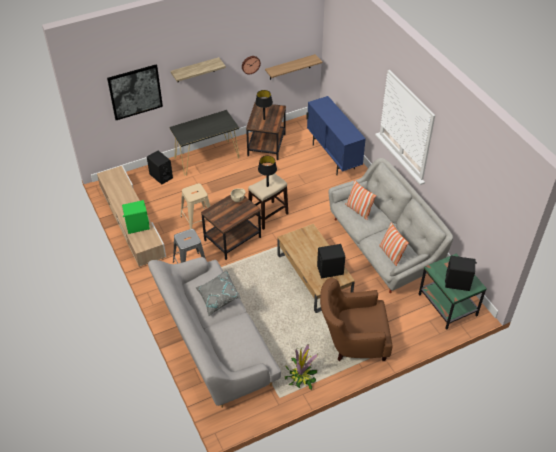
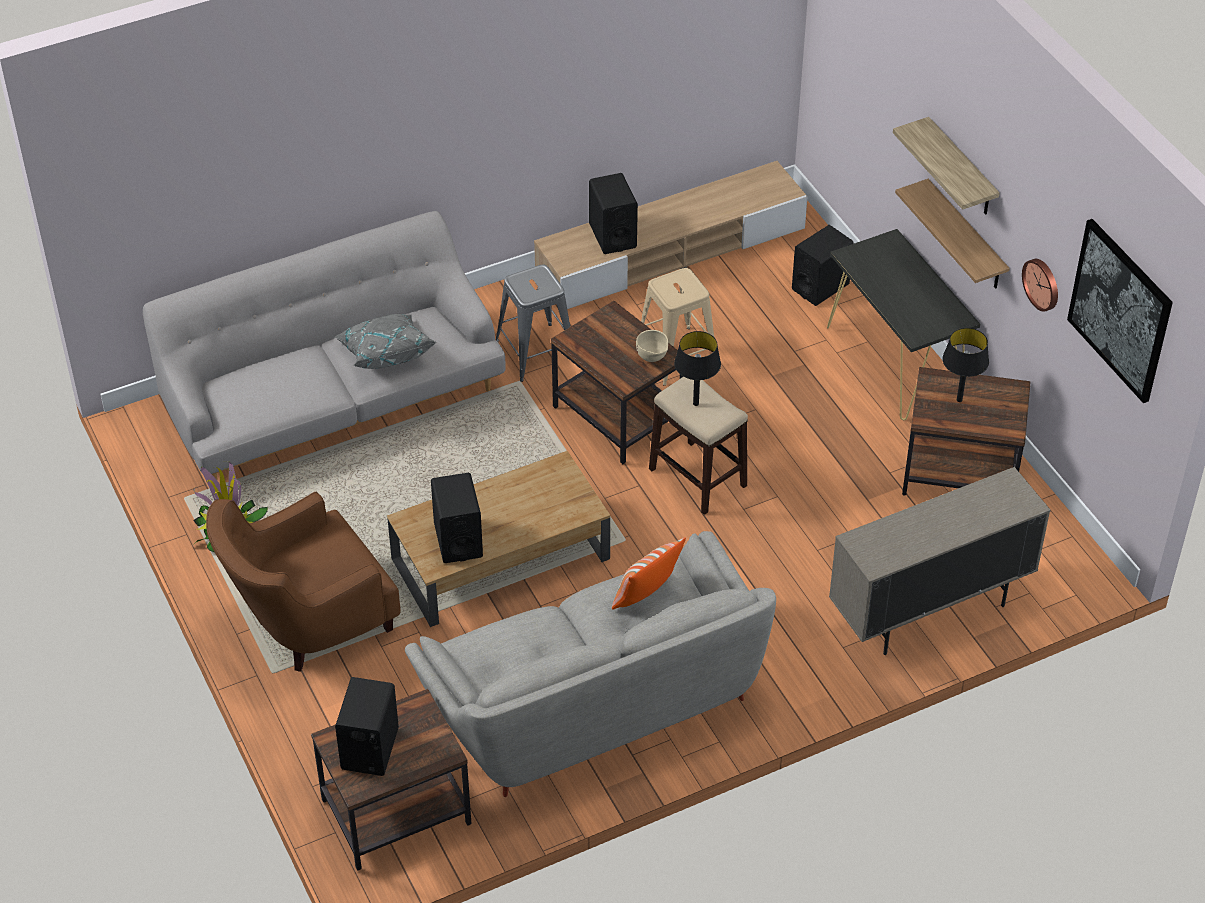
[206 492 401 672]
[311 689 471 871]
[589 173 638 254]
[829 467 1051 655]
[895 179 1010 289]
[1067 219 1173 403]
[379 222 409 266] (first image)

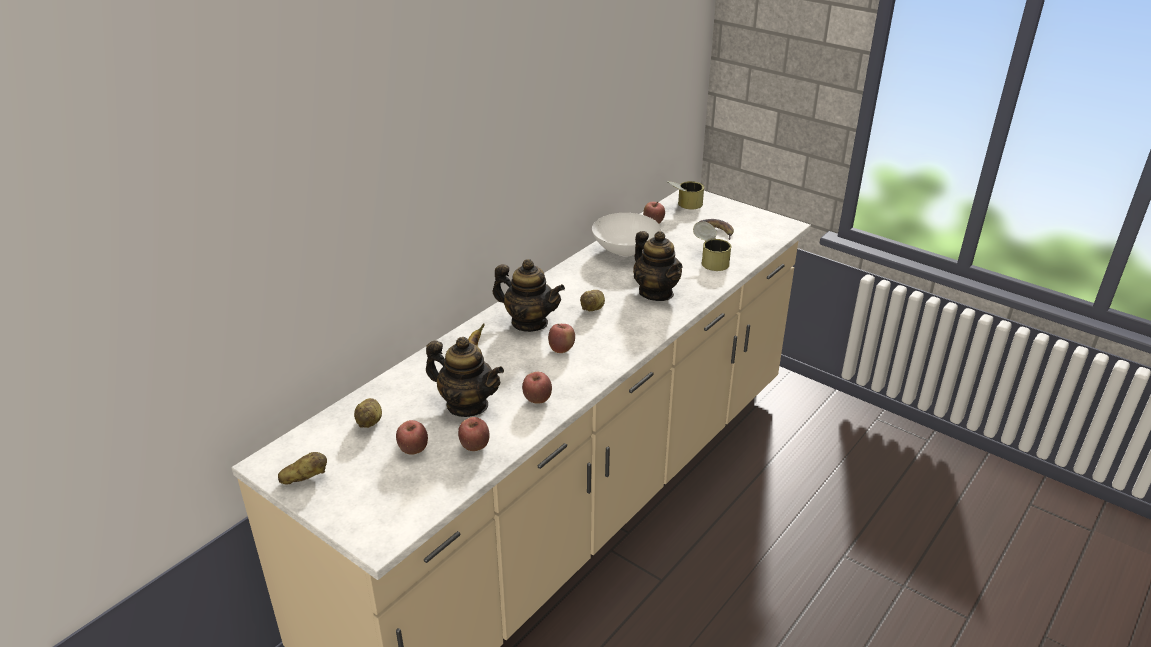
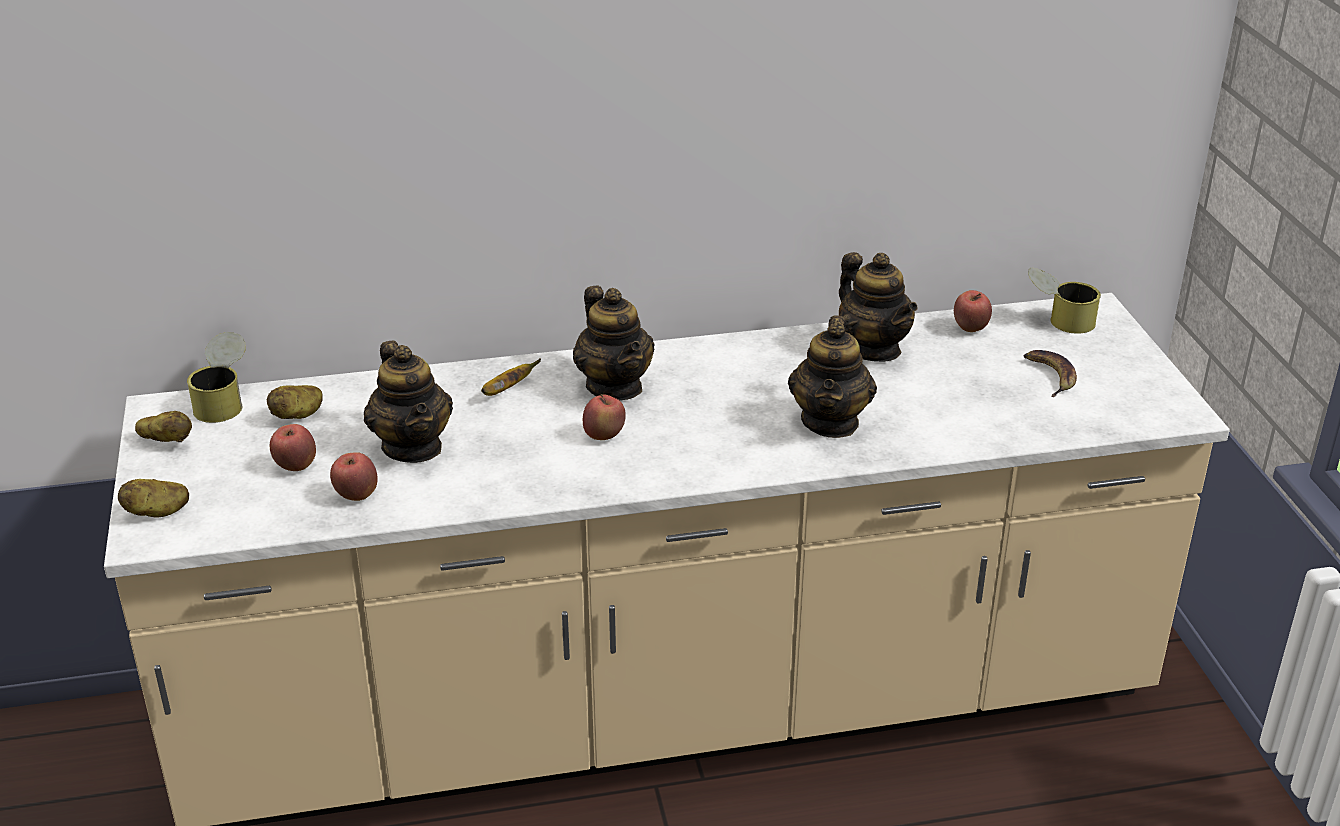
[118 479 189 518]
[187 332 246 423]
[839 252 918 362]
[522 372 552 404] (first image)

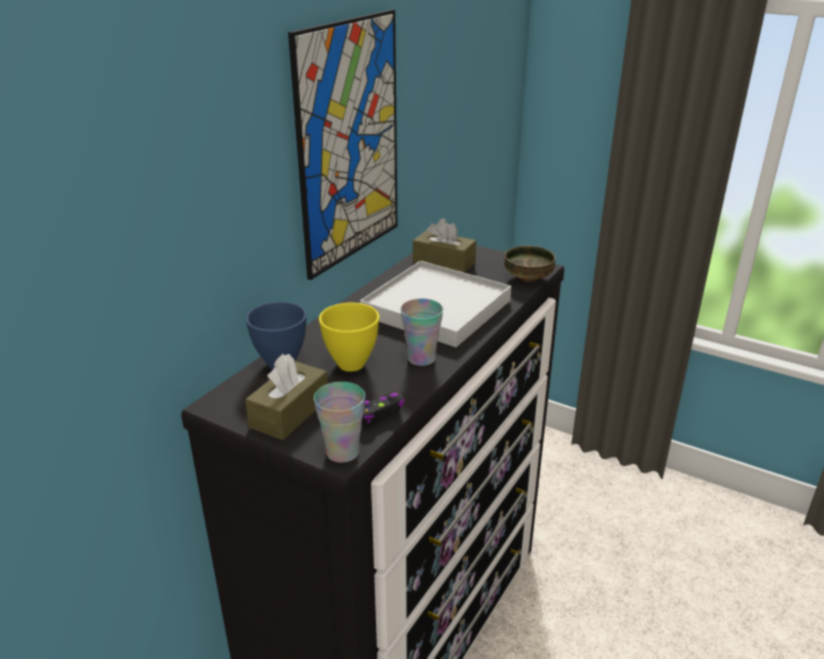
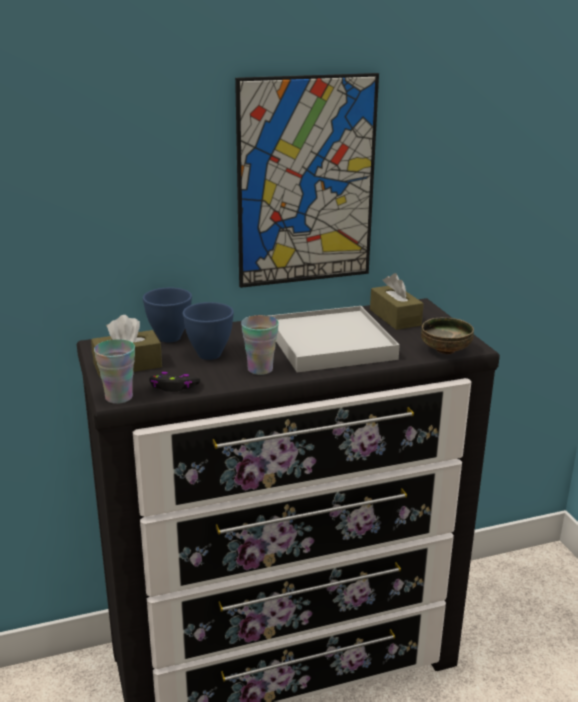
[182 302 234 360]

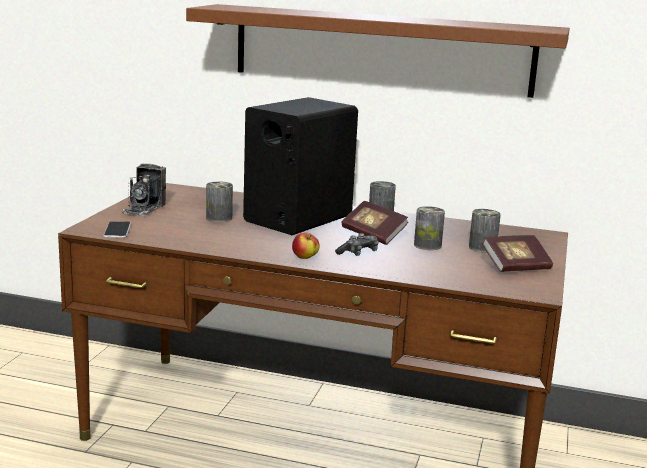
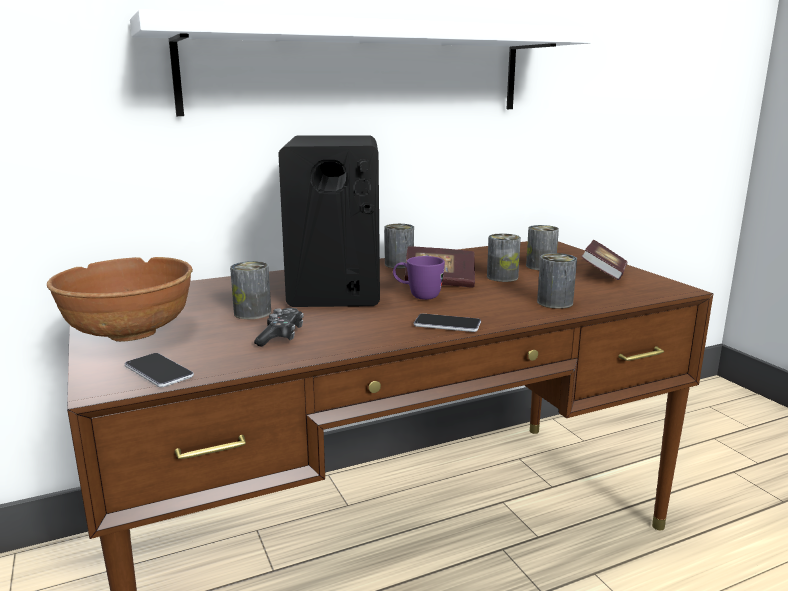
[47 257 193 342]
[130 9 593 116]
[254 308 303 347]
[393 256 445 300]
[414 314 481 332]
[537 253 577 309]

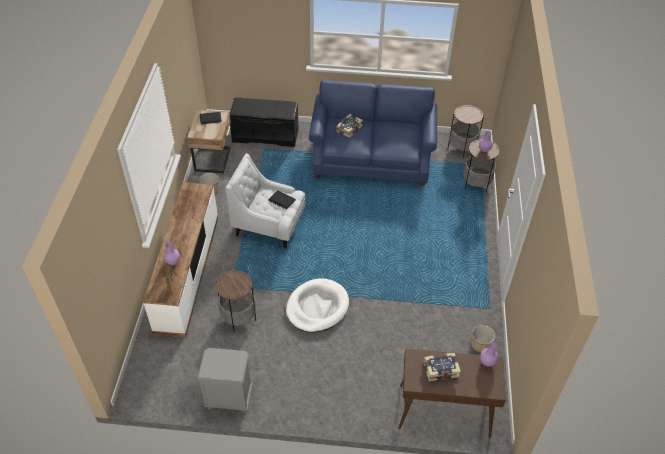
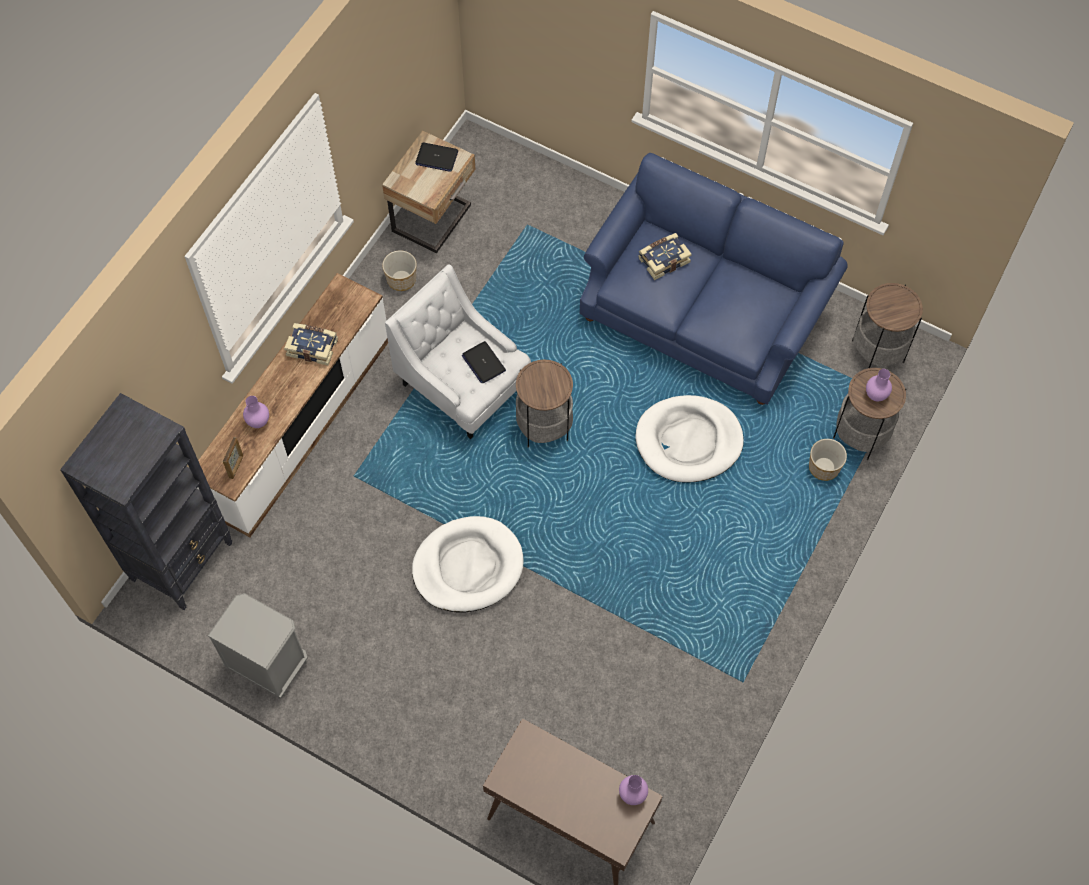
[60 393 232 610]
[284 323 338 365]
[516 360 573 448]
[635 395 744 483]
[809 439 847 481]
[230 97 298 147] (first image)

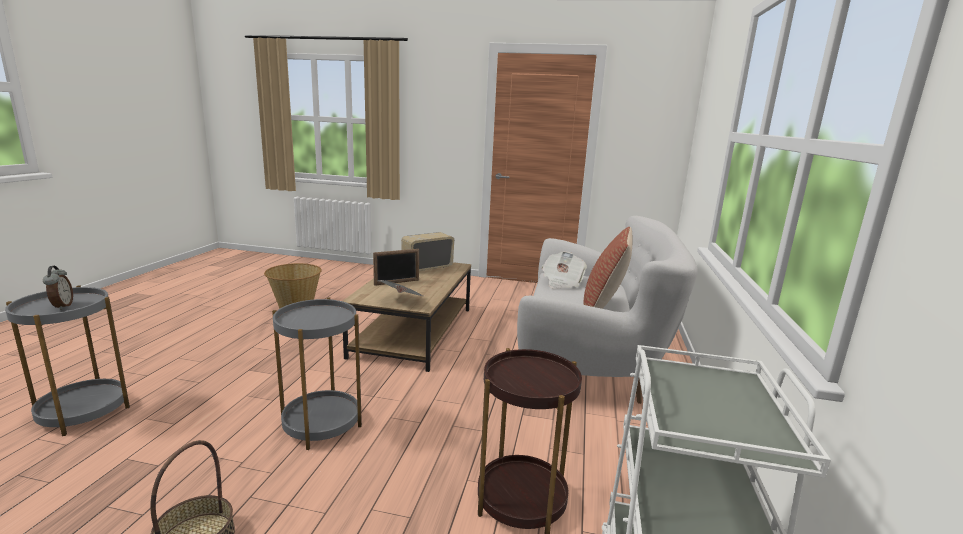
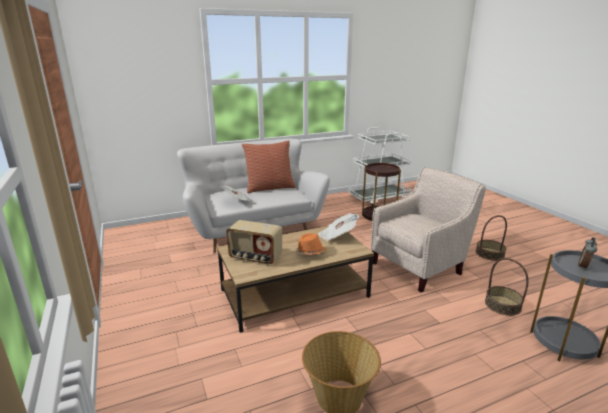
[295 233 326 255]
[371 168 486 292]
[485 258 529 316]

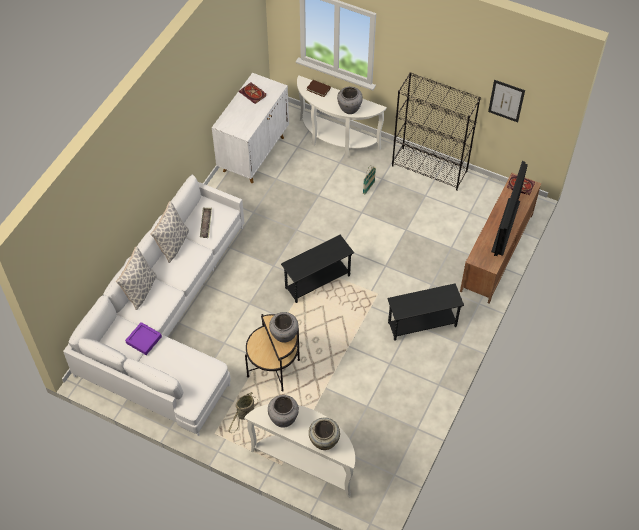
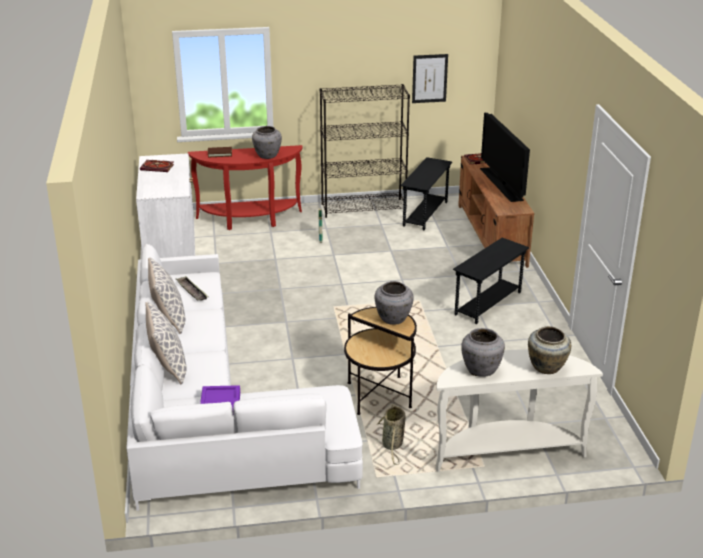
[188 145 303 230]
[401 157 452 230]

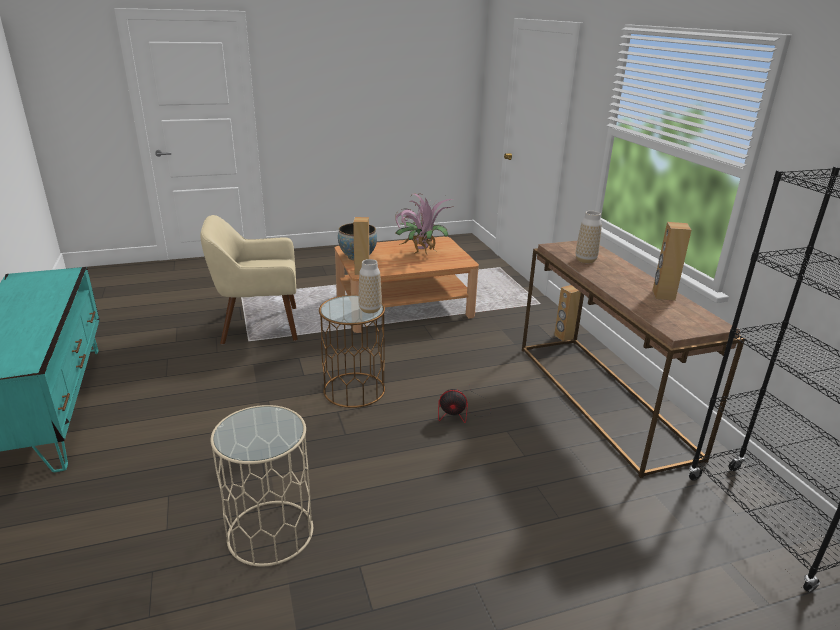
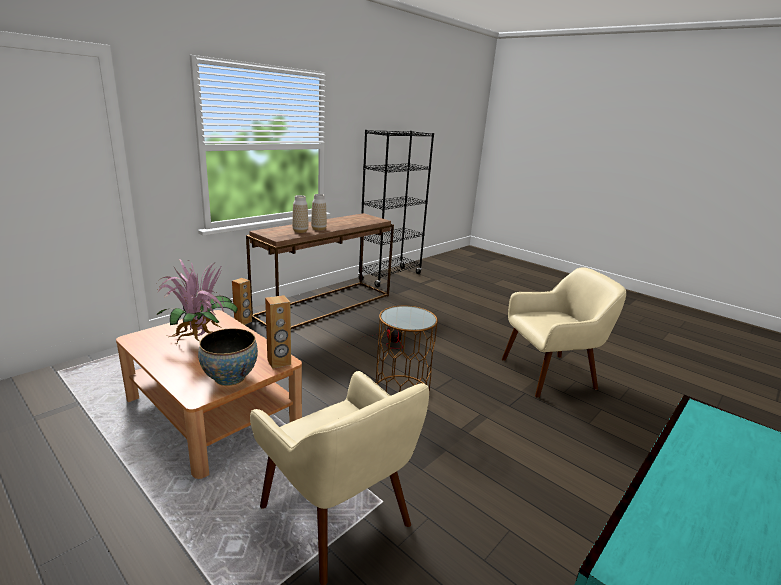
[311 194 327 231]
[502 267 626 398]
[652 222 692 301] (first image)

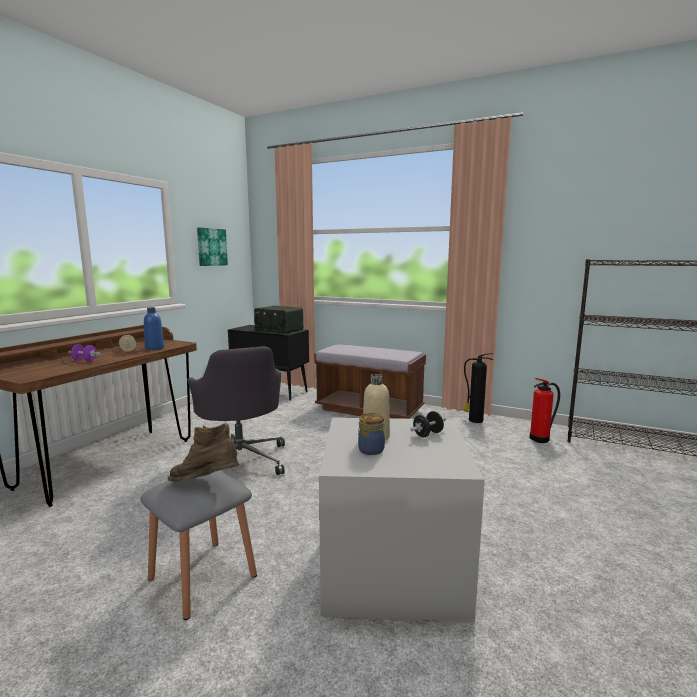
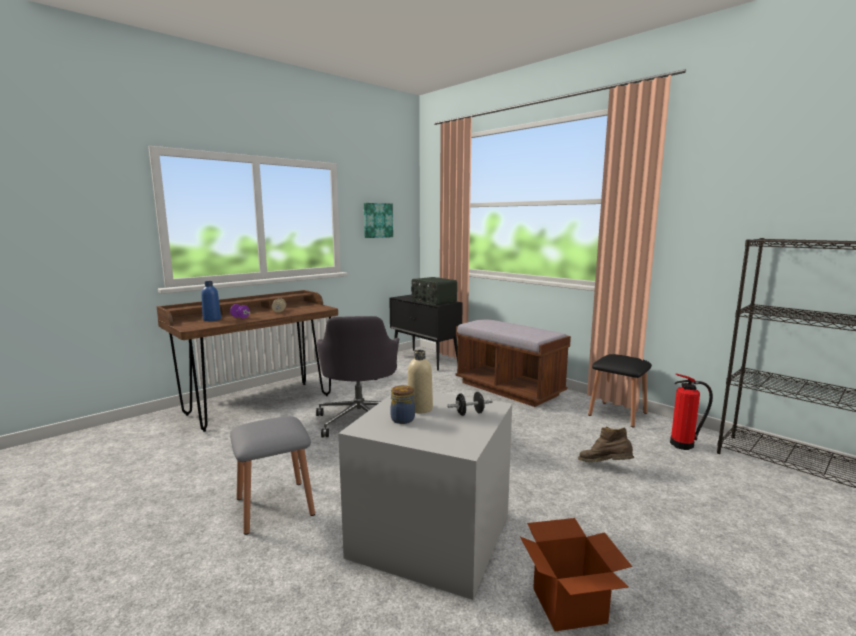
[201 281 221 321]
[520 518 632 631]
[578 427 634 462]
[588 354 652 427]

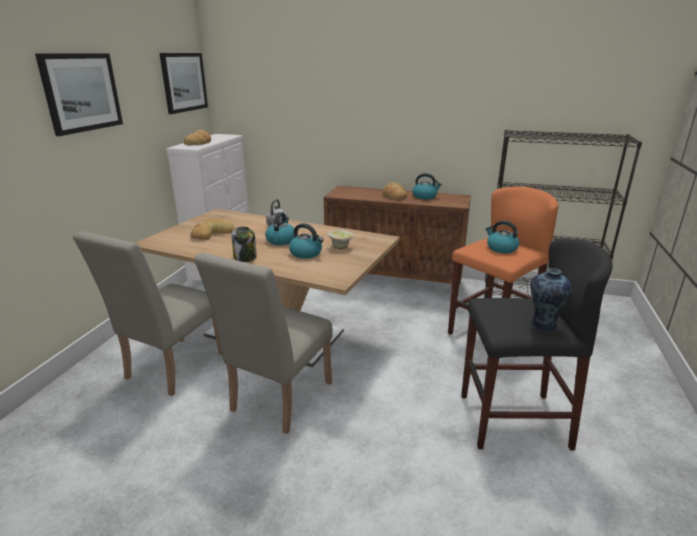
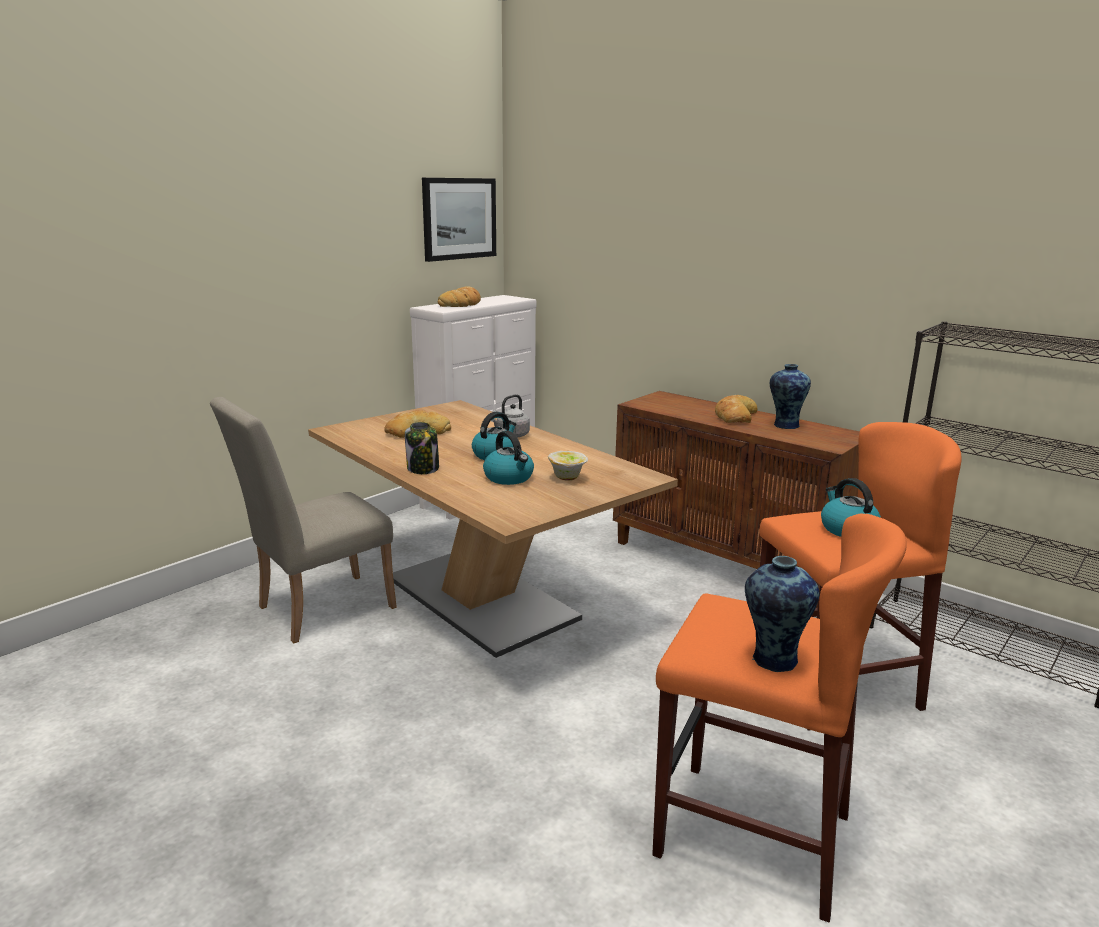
[652 514 907 923]
[770 364 811 429]
[35 53 123 136] (first image)
[194 252 333 434] (first image)

